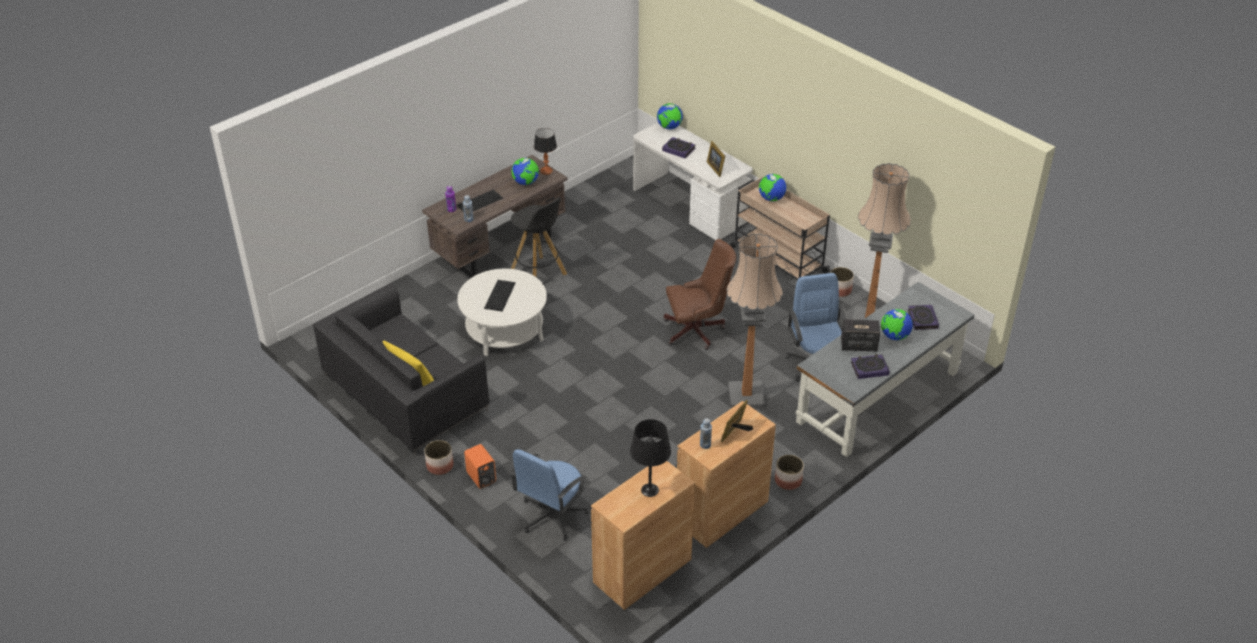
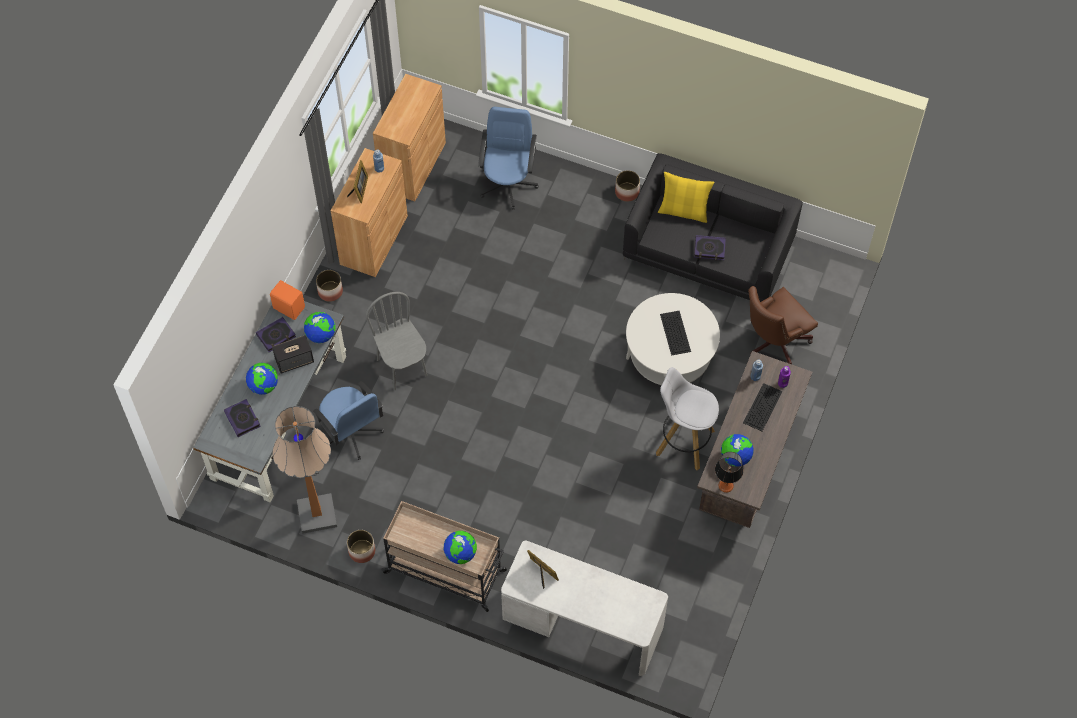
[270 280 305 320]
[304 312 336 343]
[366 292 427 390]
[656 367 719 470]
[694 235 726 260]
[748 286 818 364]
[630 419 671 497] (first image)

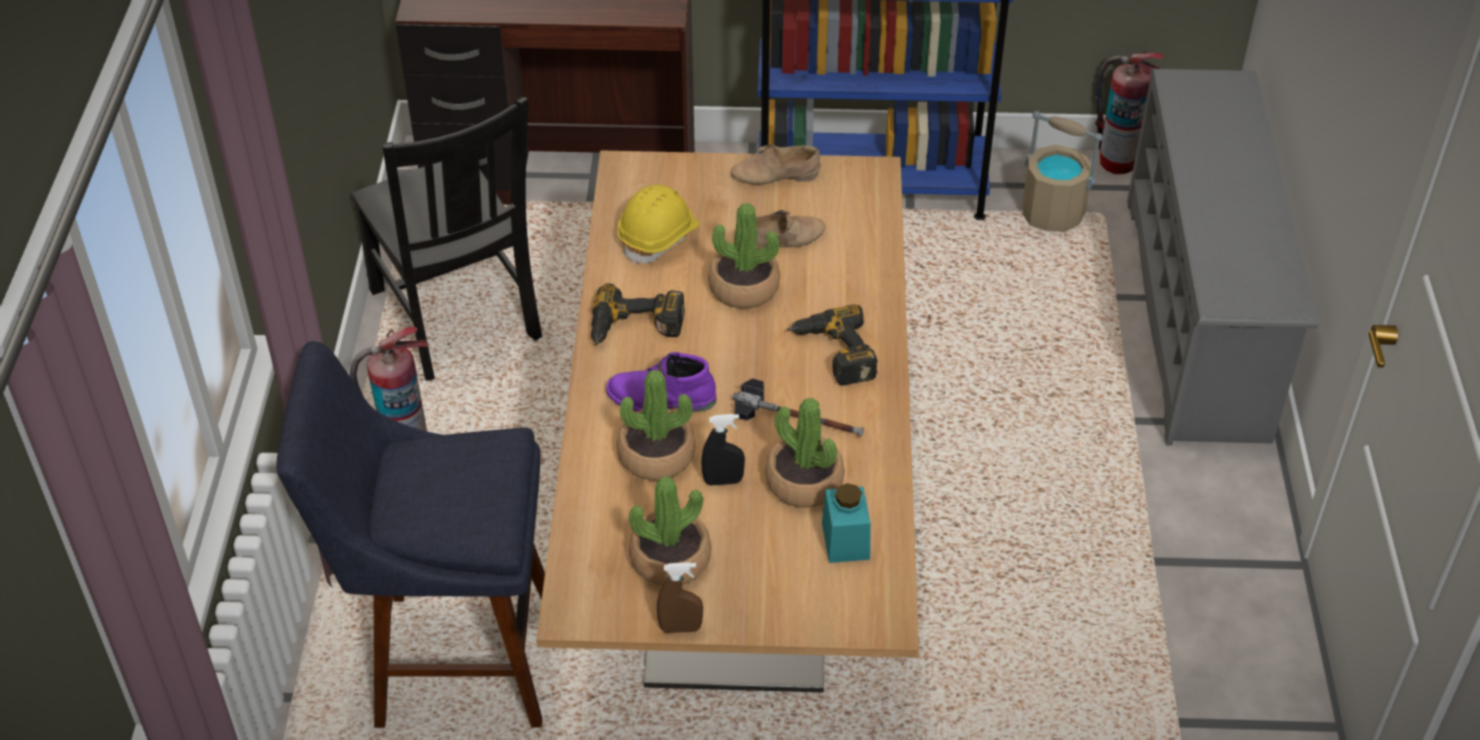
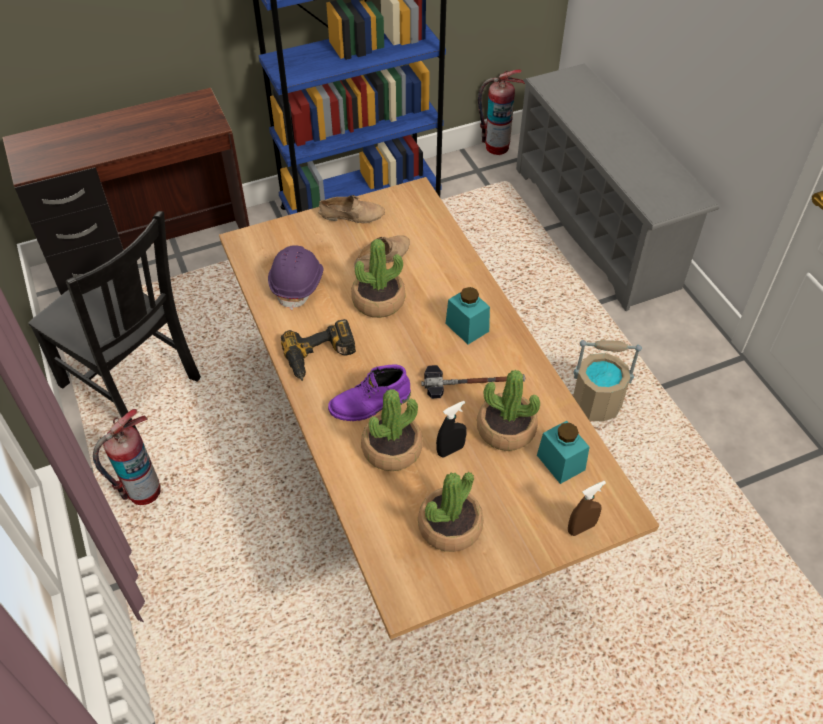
[268 245 324 310]
[318 195 385 223]
[445 287 490 344]
[568 481 606 536]
[573 340 642 422]
[276 341 545 728] (first image)

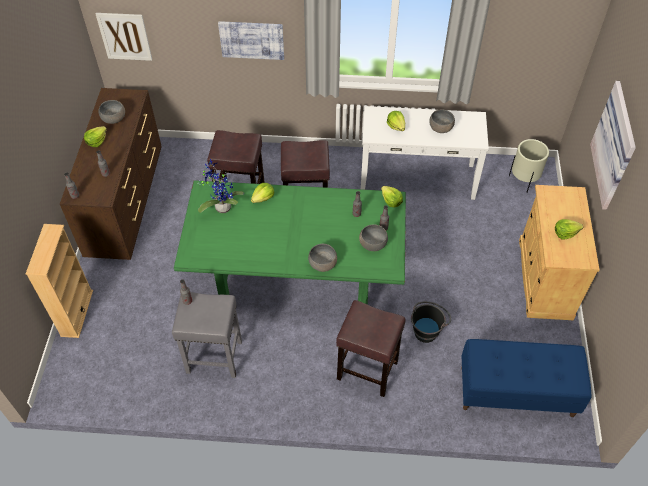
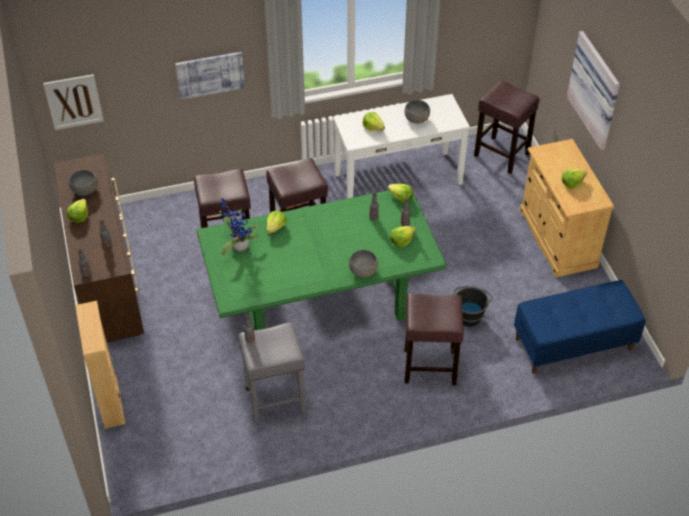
[390 226 416 248]
[474 80 540 174]

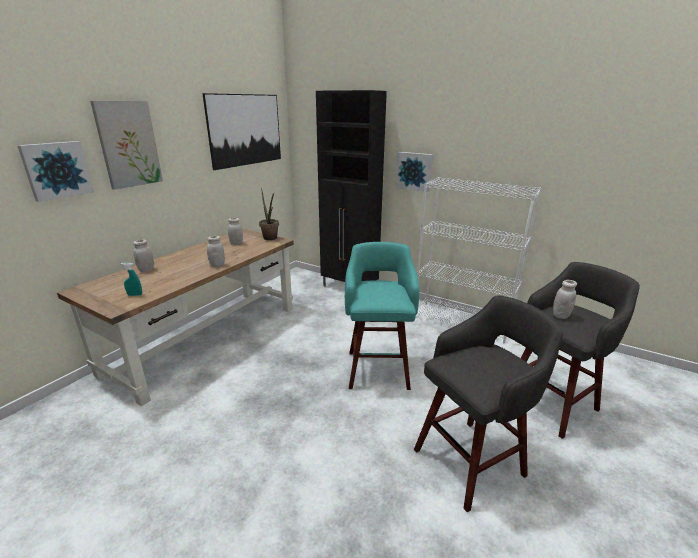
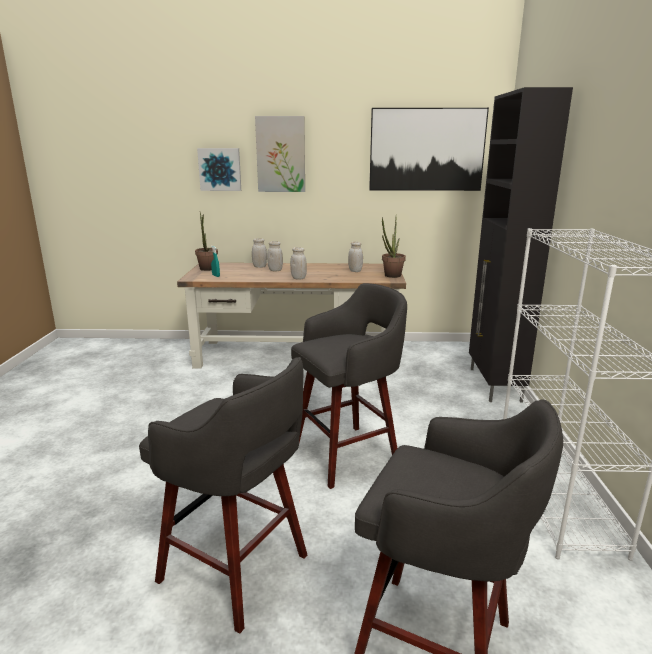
[195 213 218 271]
[267 241 283 272]
[291 283 407 489]
[396 152 433 192] (first image)

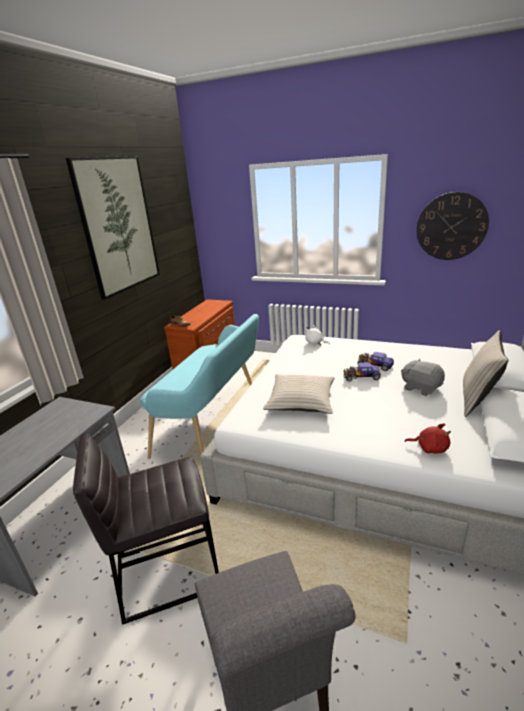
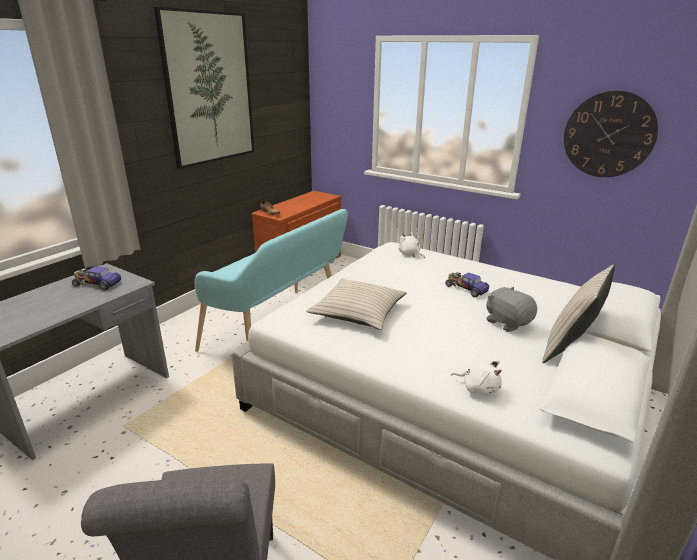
[72 267 121 290]
[451 361 502 395]
[73 433 219 625] (first image)

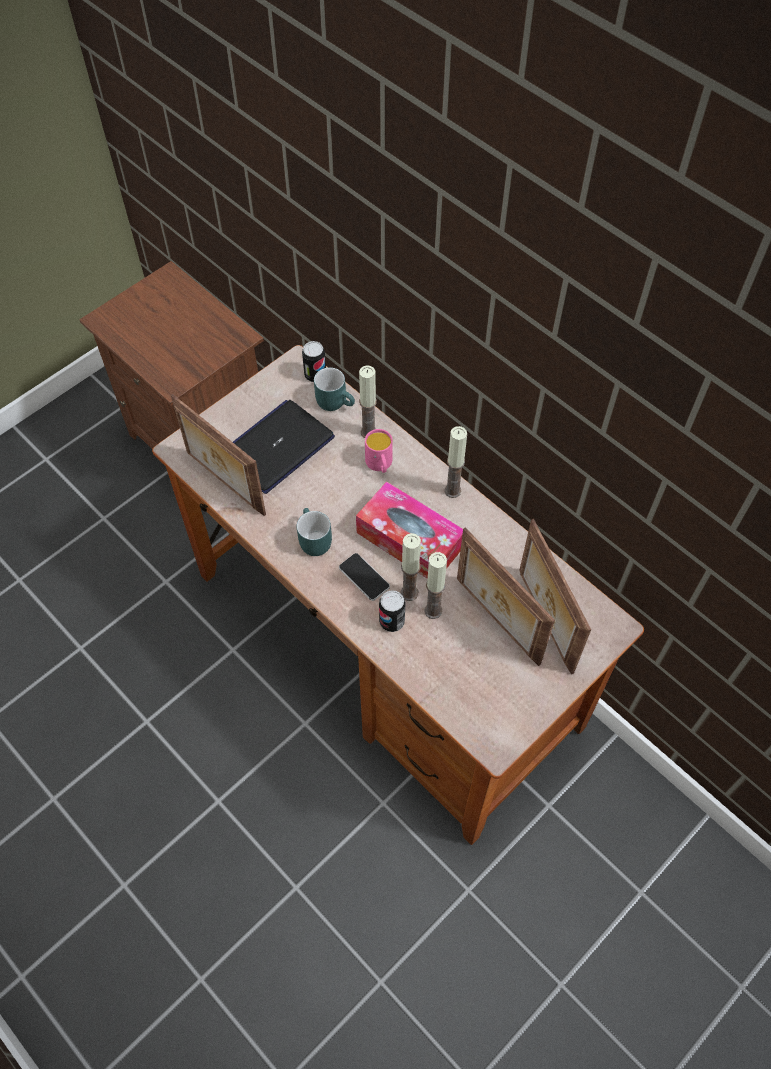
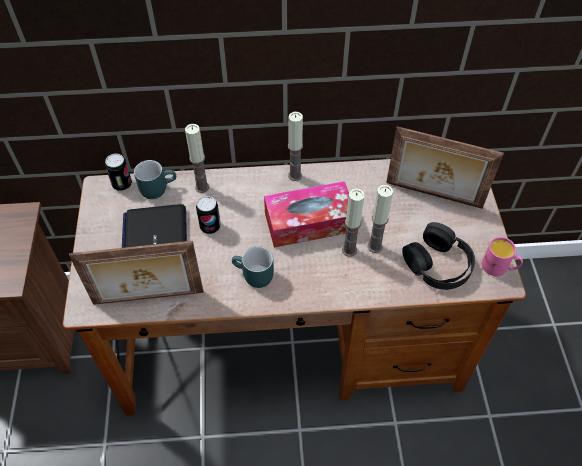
[196 196 221 234]
[402 222 475 290]
[482 237 523 276]
[339 553 390 601] (first image)
[457 527 555 666] (first image)

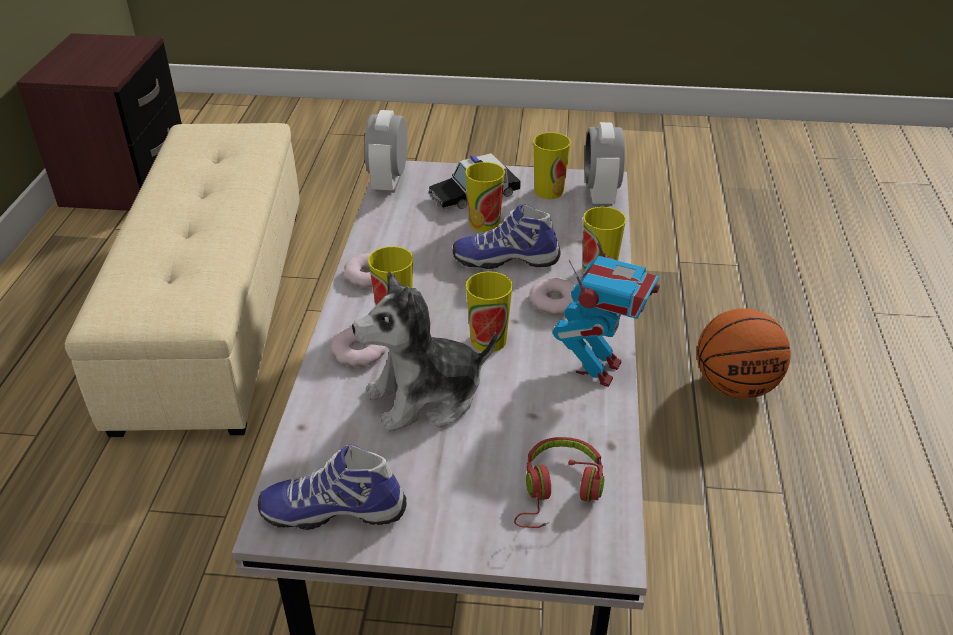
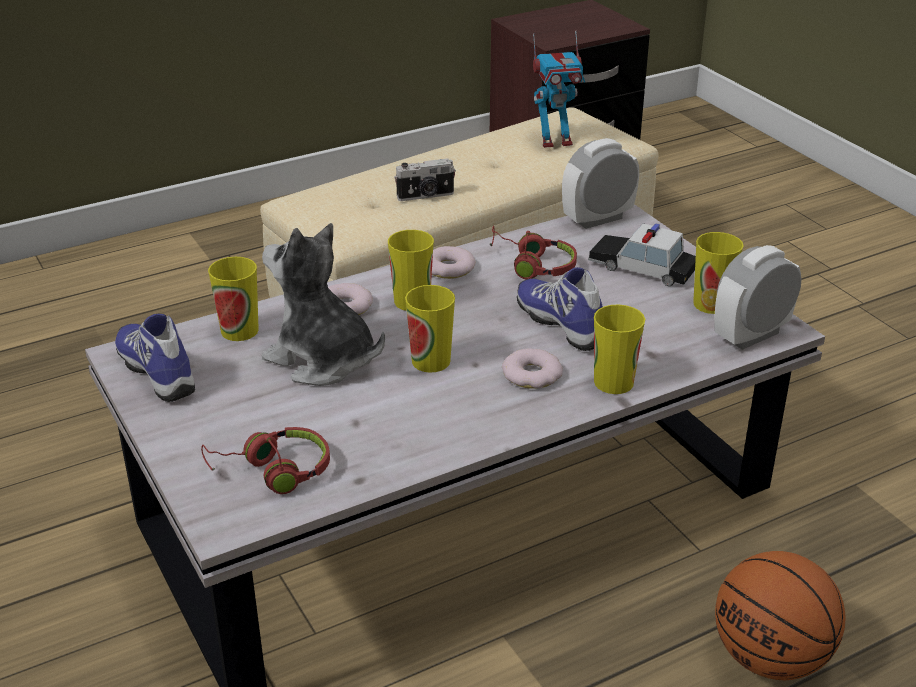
[208 257 259 341]
[394 158 456 201]
[490 226 577 279]
[533 31 585 148]

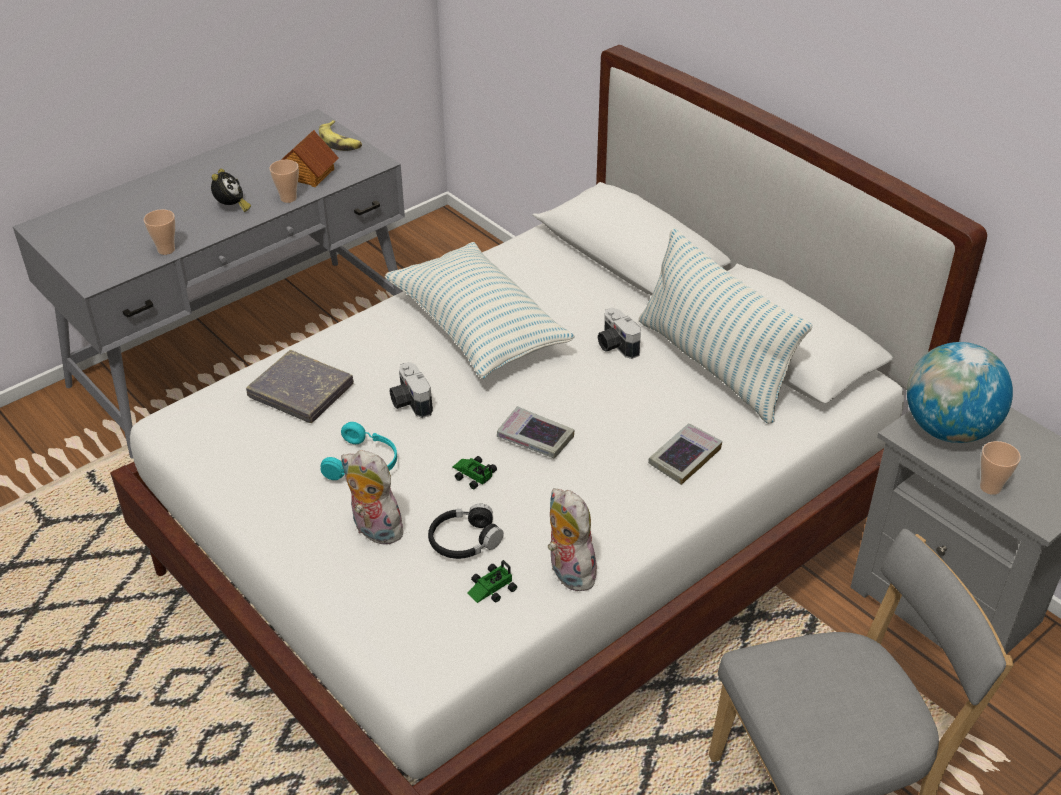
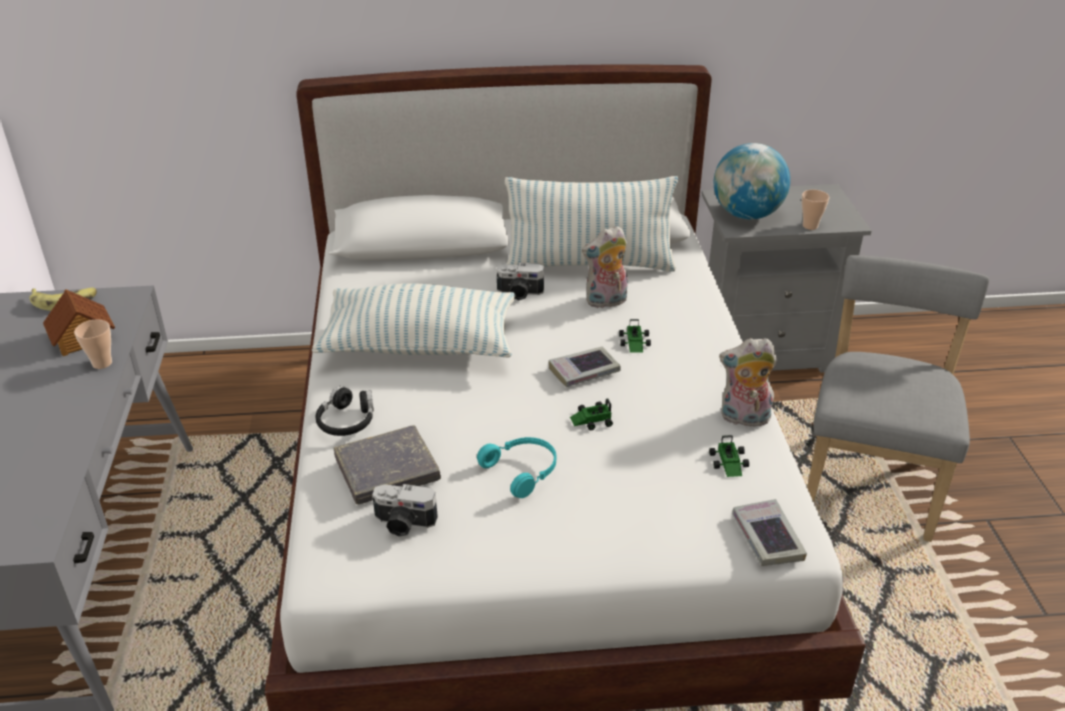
[315 386 374 436]
[372 484 438 537]
[582 226 628 308]
[619 319 651 353]
[732 499 807 566]
[144 209 175 255] (first image)
[211 169 251 212] (first image)

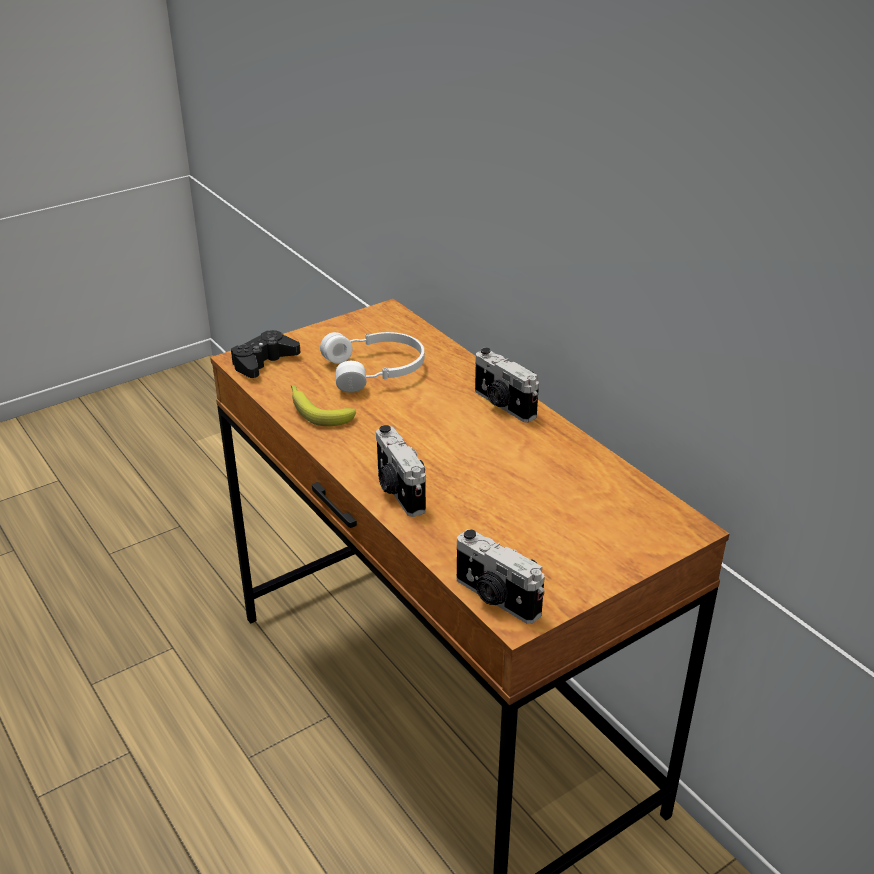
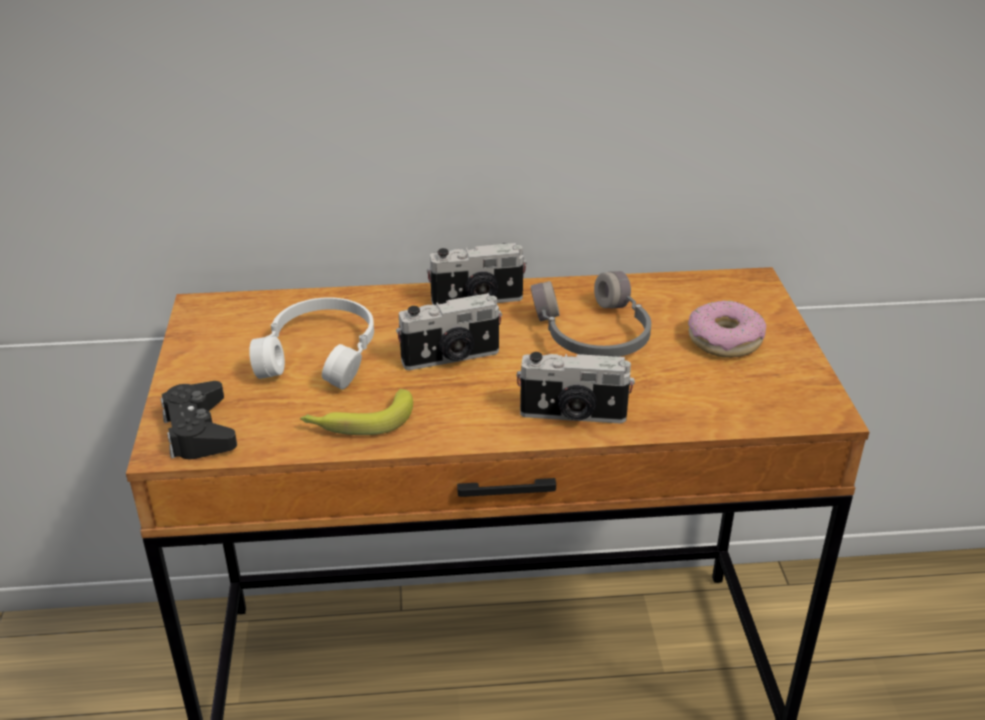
[396 293 502 370]
[531 271 651 357]
[688 301 766 358]

